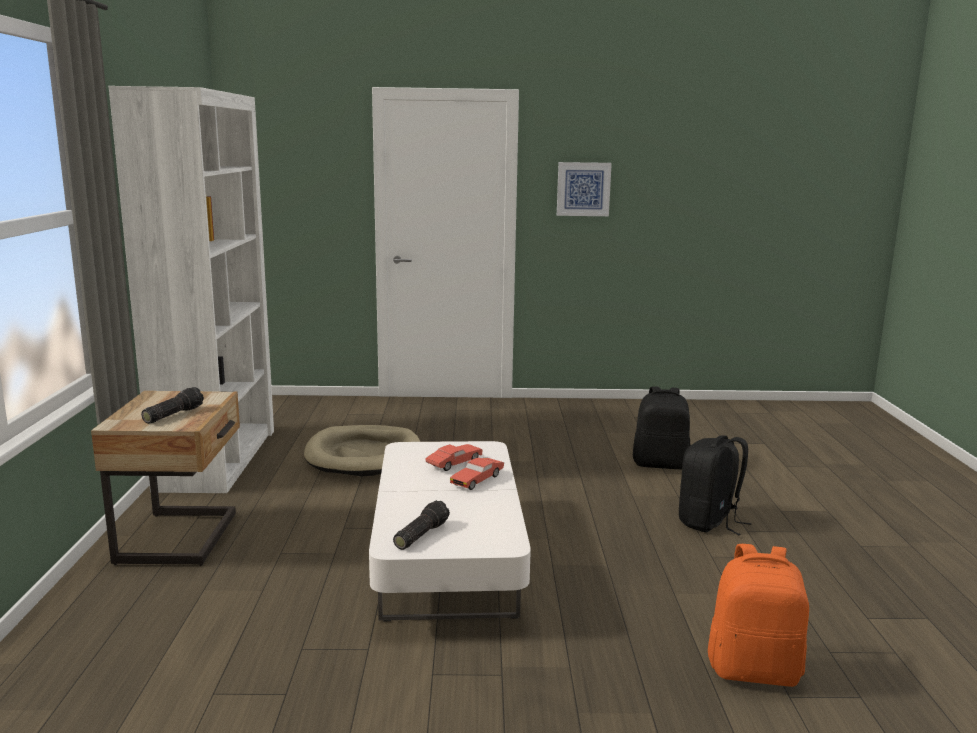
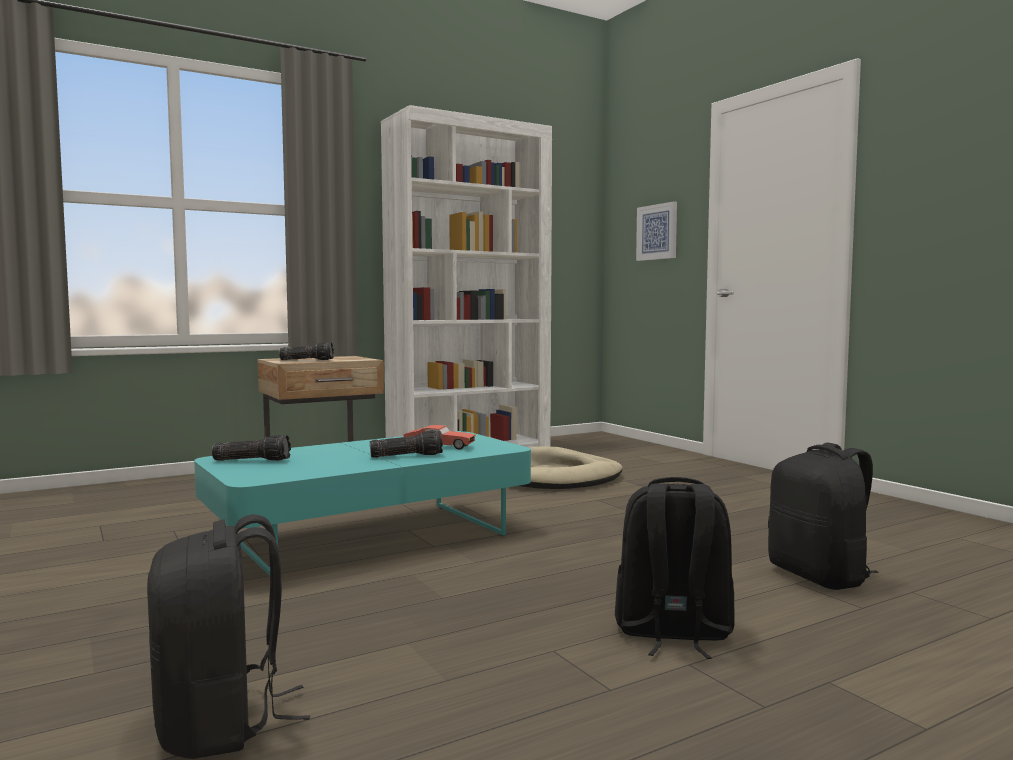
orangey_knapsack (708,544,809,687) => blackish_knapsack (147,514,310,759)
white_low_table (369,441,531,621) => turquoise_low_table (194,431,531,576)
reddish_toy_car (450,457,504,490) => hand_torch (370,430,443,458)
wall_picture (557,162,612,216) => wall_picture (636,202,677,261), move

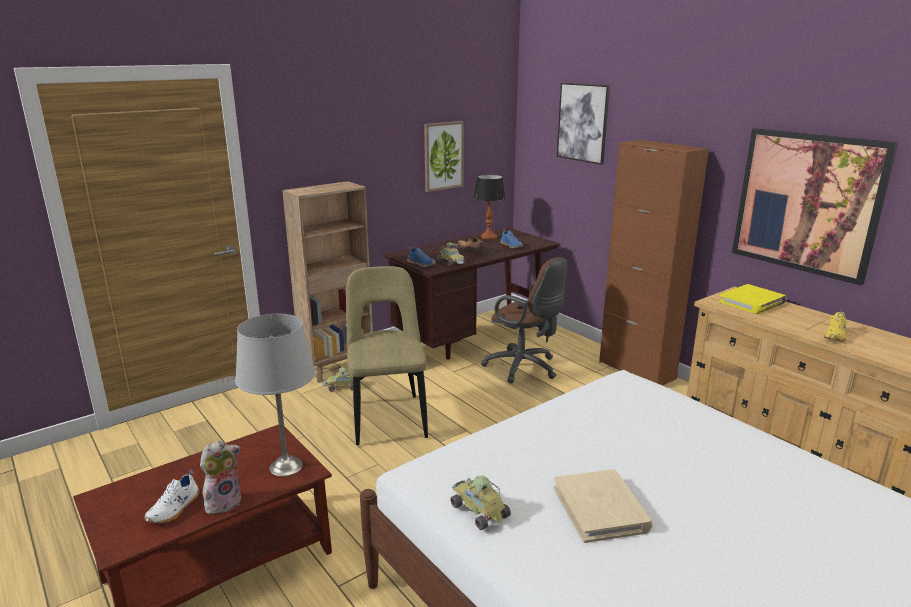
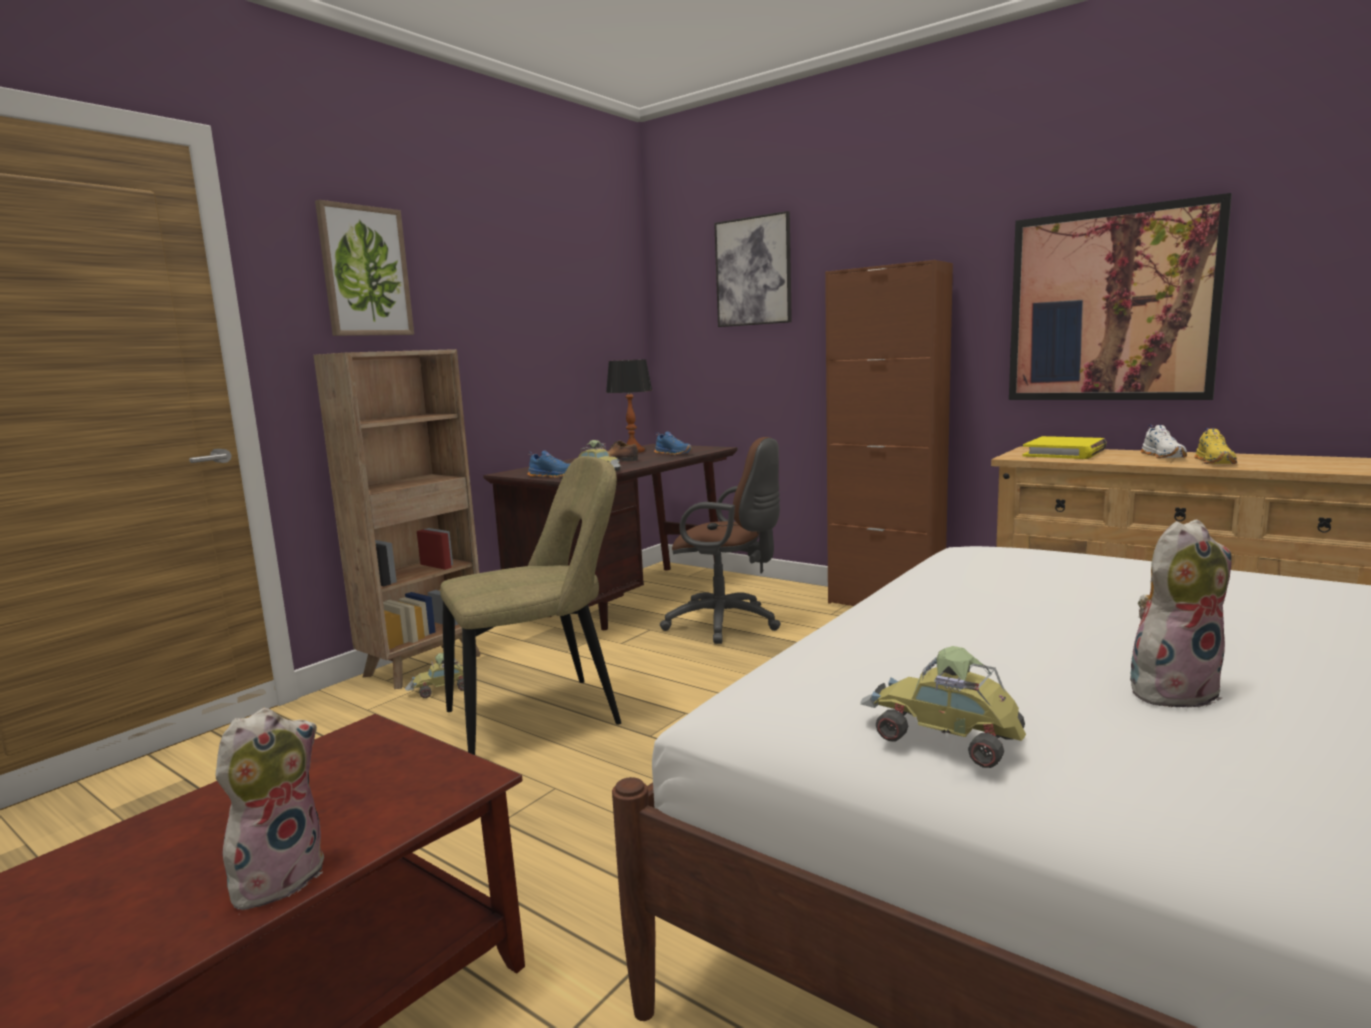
wall_picture (424,121,464,192) => wall_picture (315,200,414,336), move
beige_plain_chair (346,266,428,445) => beige_plain_chair (440,456,621,755), 90 degrees clockwise
beige_volume (554,469,653,543) => soft_toy (1130,519,1232,711)
white_item_of_footwear (145,470,199,523) => white_item_of_footwear (1141,425,1187,458), move
greyish_lamp_for_a_table (235,314,315,477) => nothing

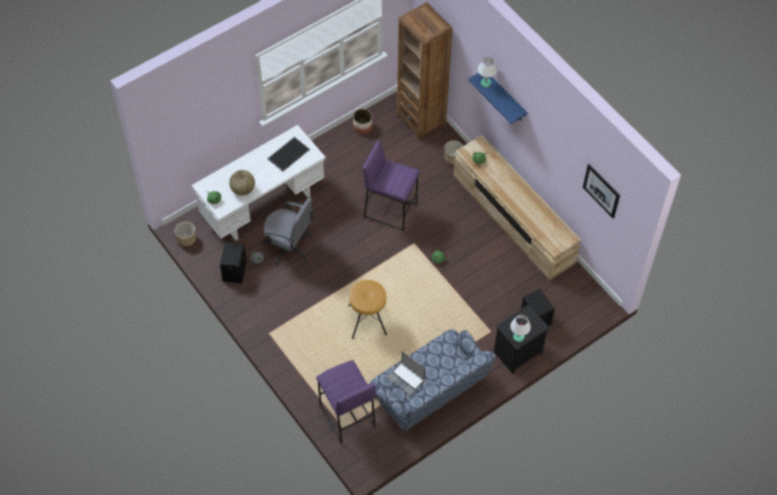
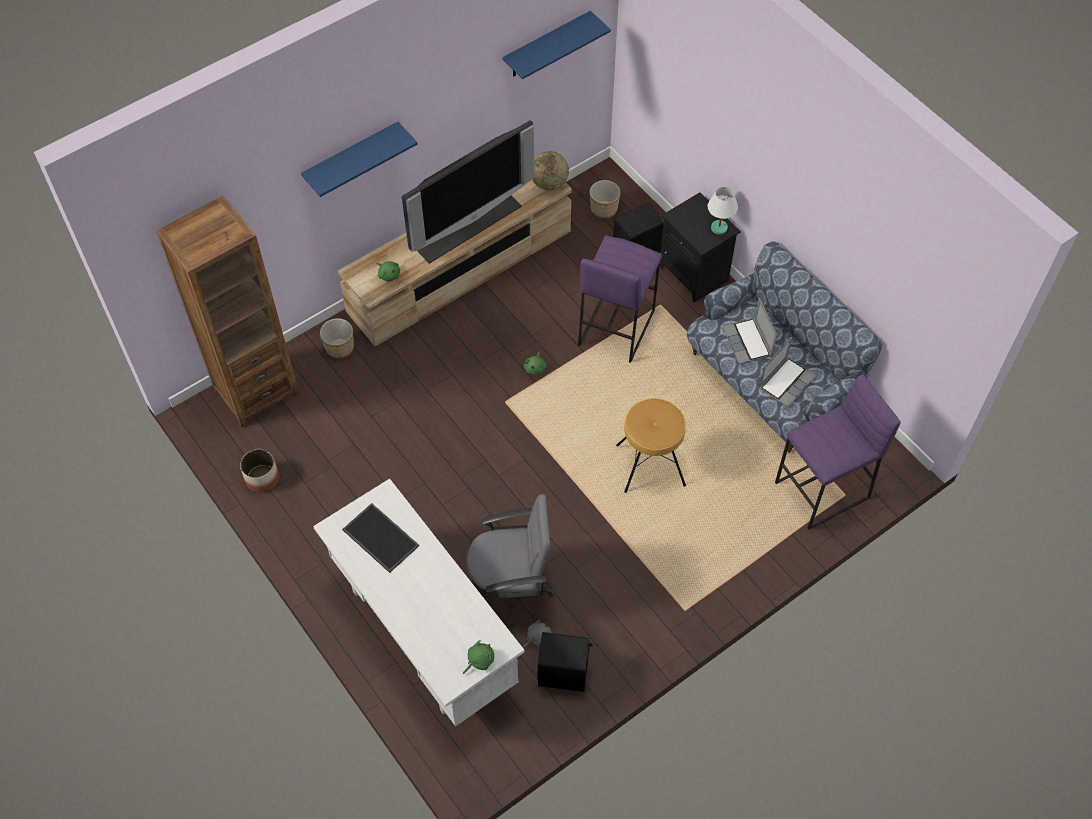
nothing => television (402,120,534,264)
greyish_computer_chair (262,198,314,266) => greyish_computer_chair (466,494,554,628), 60 degrees clockwise
wall_picture (583,164,620,218) => bluish_shelf (502,11,611,79)
globe (229,170,255,196) => globe (532,151,569,191), move
purple_stool_seat (363,141,420,231) => purple_stool_seat (578,235,662,363), move
plant_pot (175,222,196,247) => plant_pot (590,180,620,218), move
nothing => portable_computer (722,297,777,364)
white_lamp_for_a_table (478,57,497,88) => nothing

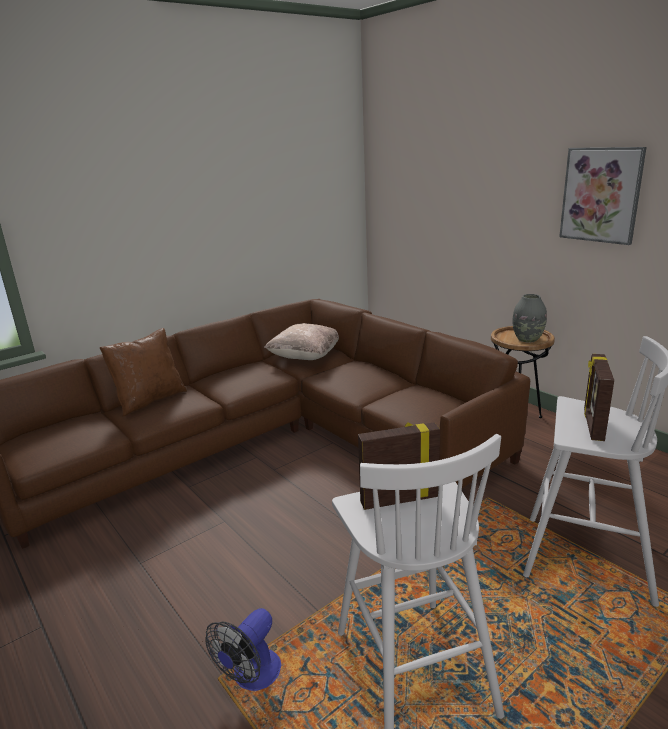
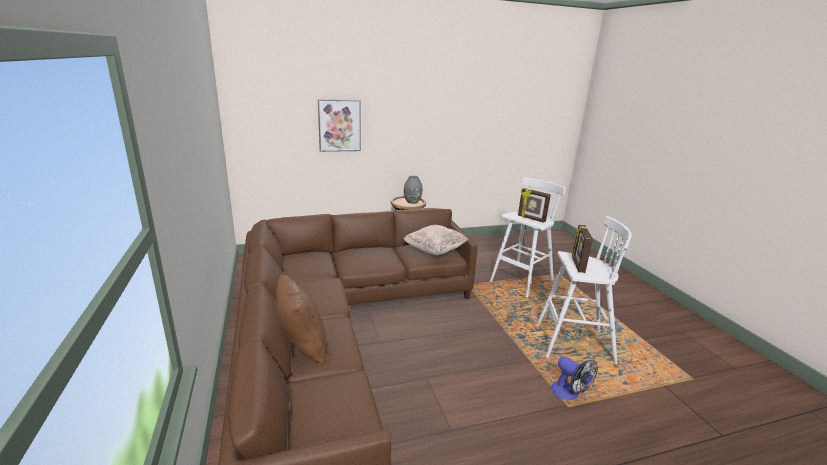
wall_picture (559,147,647,245) => wall_picture (318,99,361,152), move
beige_throw_pillow (264,323,339,360) => beige_throw_pillow (403,225,468,255), move

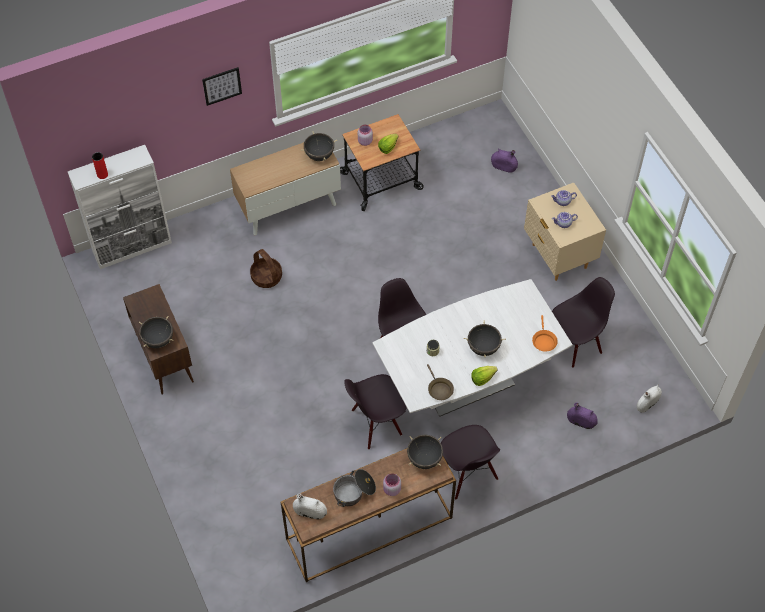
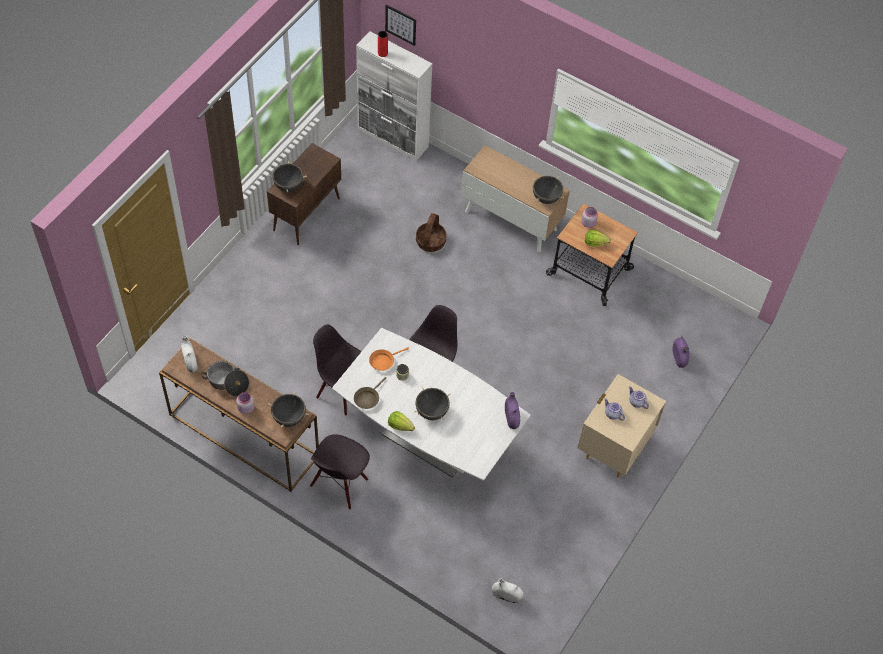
orangey_skillet (532,315,558,352) => orangey_skillet (369,347,409,371), move
wall_picture (202,67,242,106) => wall_picture (385,5,416,46), move
purple_flower_vase (567,403,598,429) => purple_flower_vase (505,392,520,429), move
blackish_plain_chair (552,277,615,368) => nothing

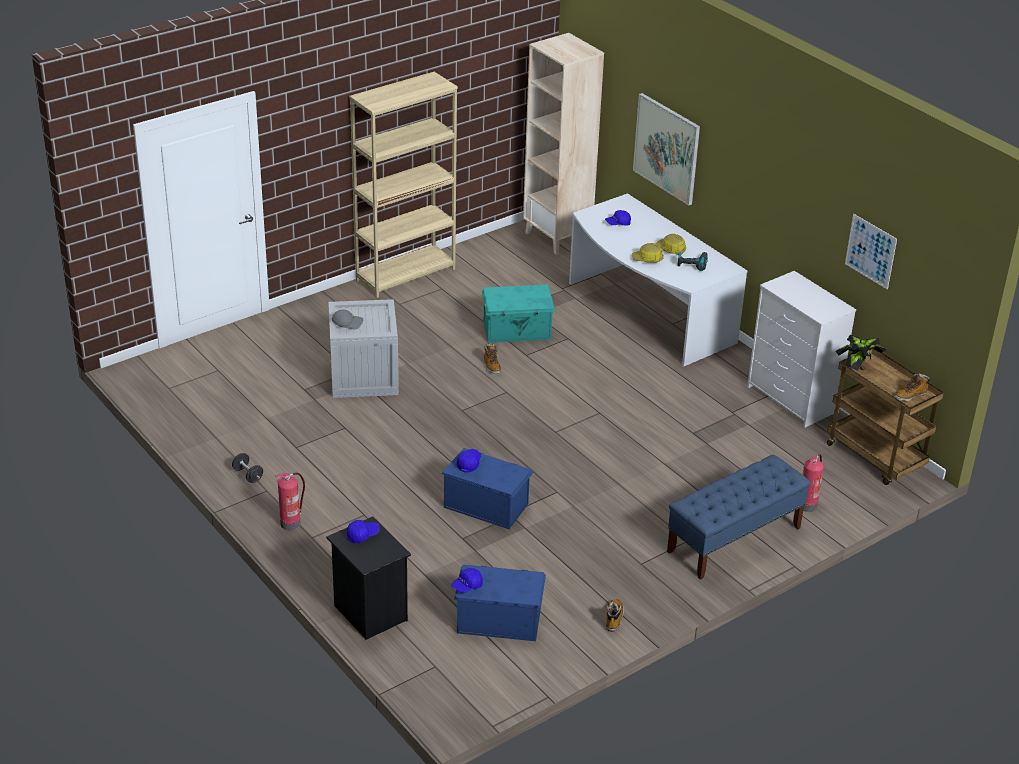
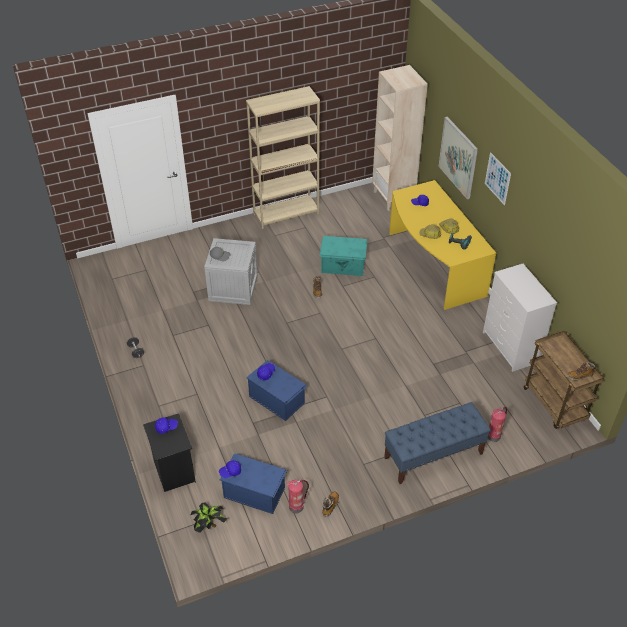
potted_plant (835,335,886,371) => potted_plant (191,502,227,533), move
extinguisher (275,473,305,530) => extinguisher (286,480,309,513), move
white_desk_unit (569,193,747,366) => yellow-coloured_desk_unit (389,180,496,310)
wall_picture (845,214,897,289) => wall_picture (485,152,511,205), move

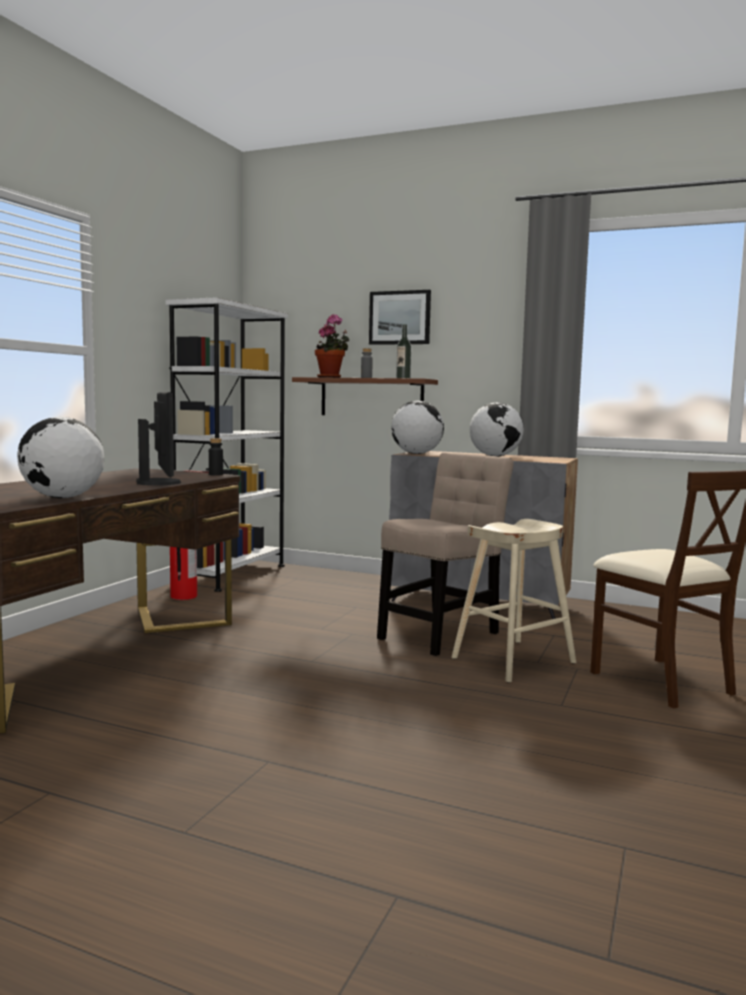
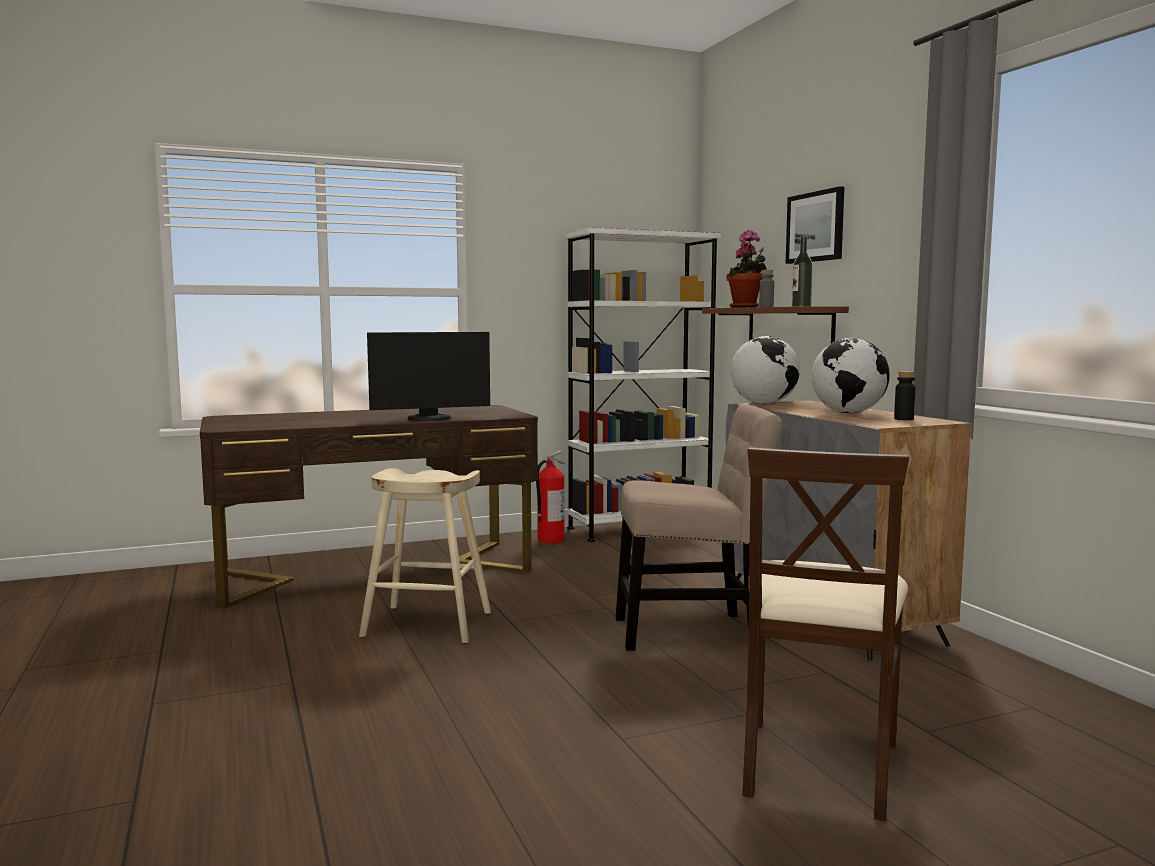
beige_stool_seat (451,519,576,683) => beige_stool_seat (359,468,491,644), move
computer_display (137,392,181,486) => computer_display (367,332,490,421), 45 degrees clockwise
blackish_drink_bottle (209,438,223,476) => blackish_drink_bottle (894,371,915,420), move
globe (17,417,104,498) => nothing

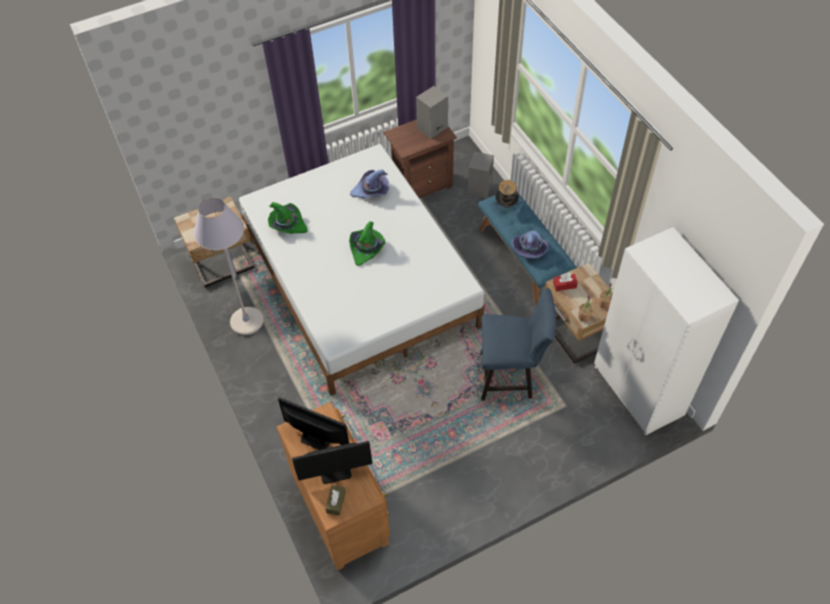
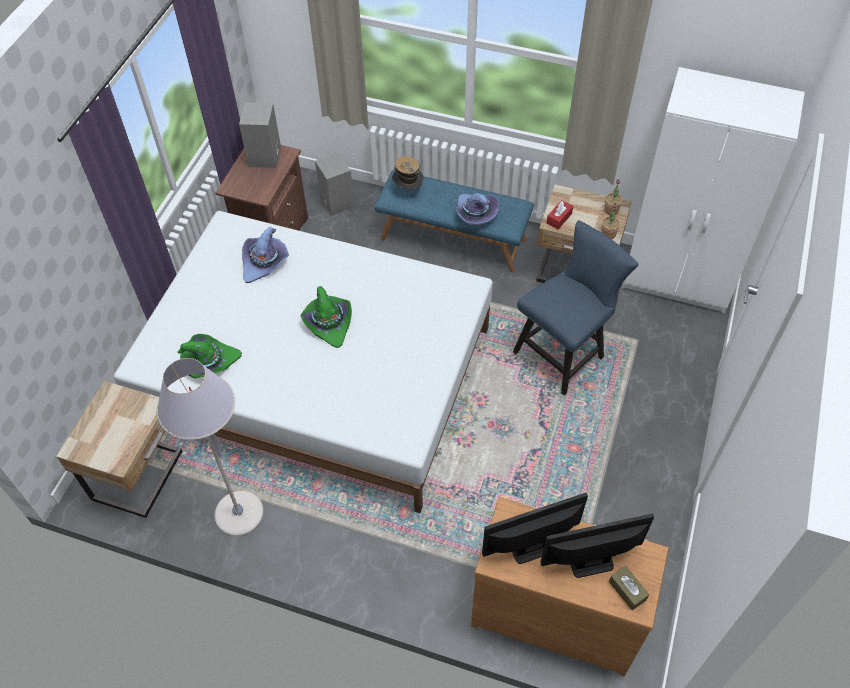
computer_display (292,441,372,484) => computer_display (540,514,654,578), 135 degrees counterclockwise

